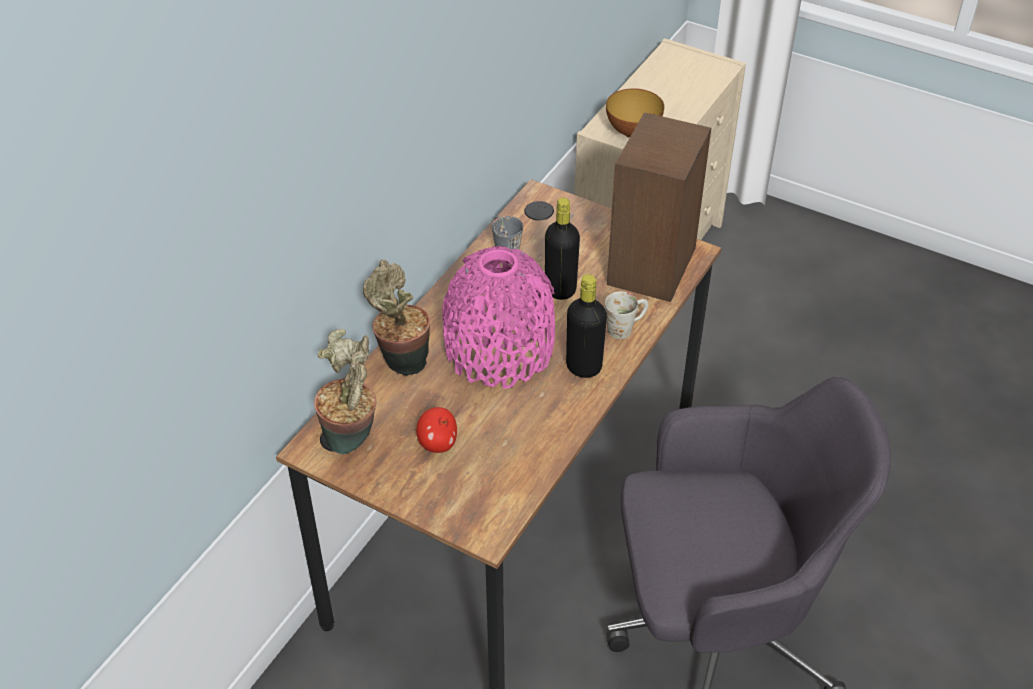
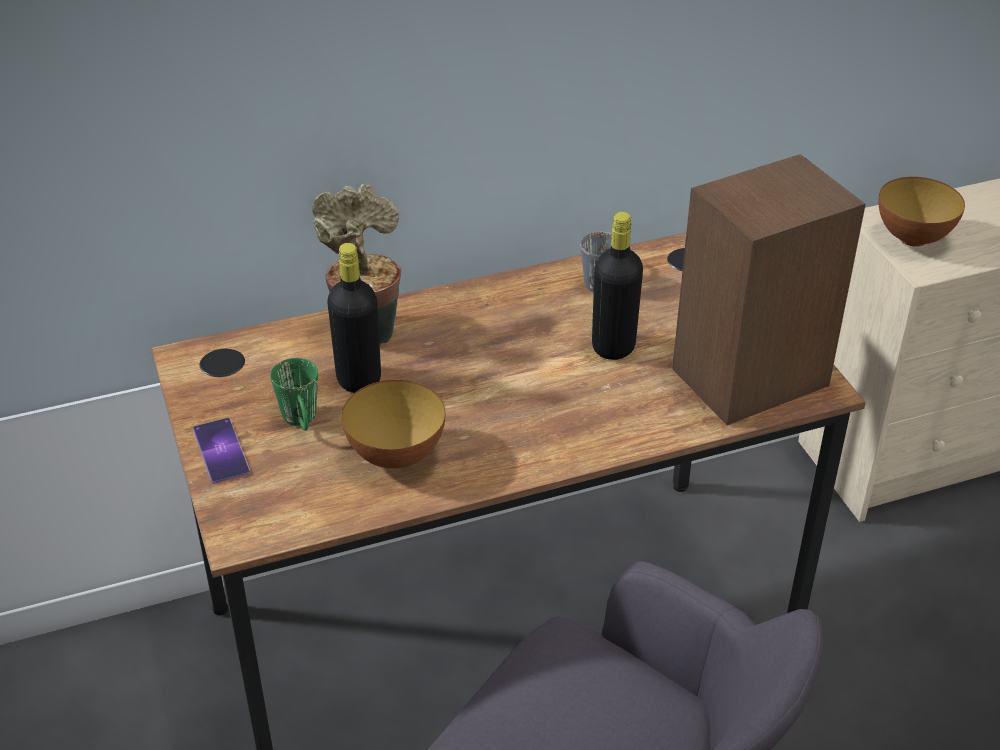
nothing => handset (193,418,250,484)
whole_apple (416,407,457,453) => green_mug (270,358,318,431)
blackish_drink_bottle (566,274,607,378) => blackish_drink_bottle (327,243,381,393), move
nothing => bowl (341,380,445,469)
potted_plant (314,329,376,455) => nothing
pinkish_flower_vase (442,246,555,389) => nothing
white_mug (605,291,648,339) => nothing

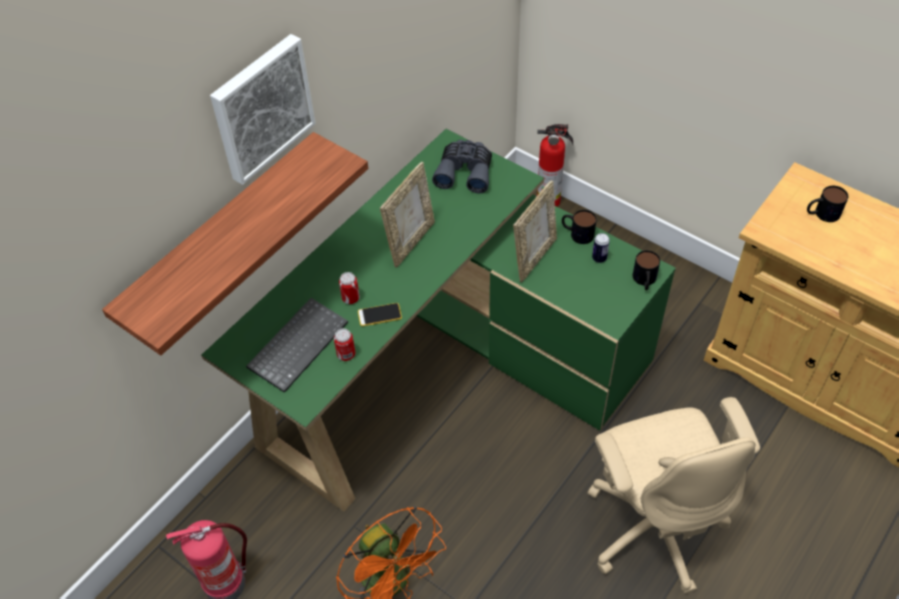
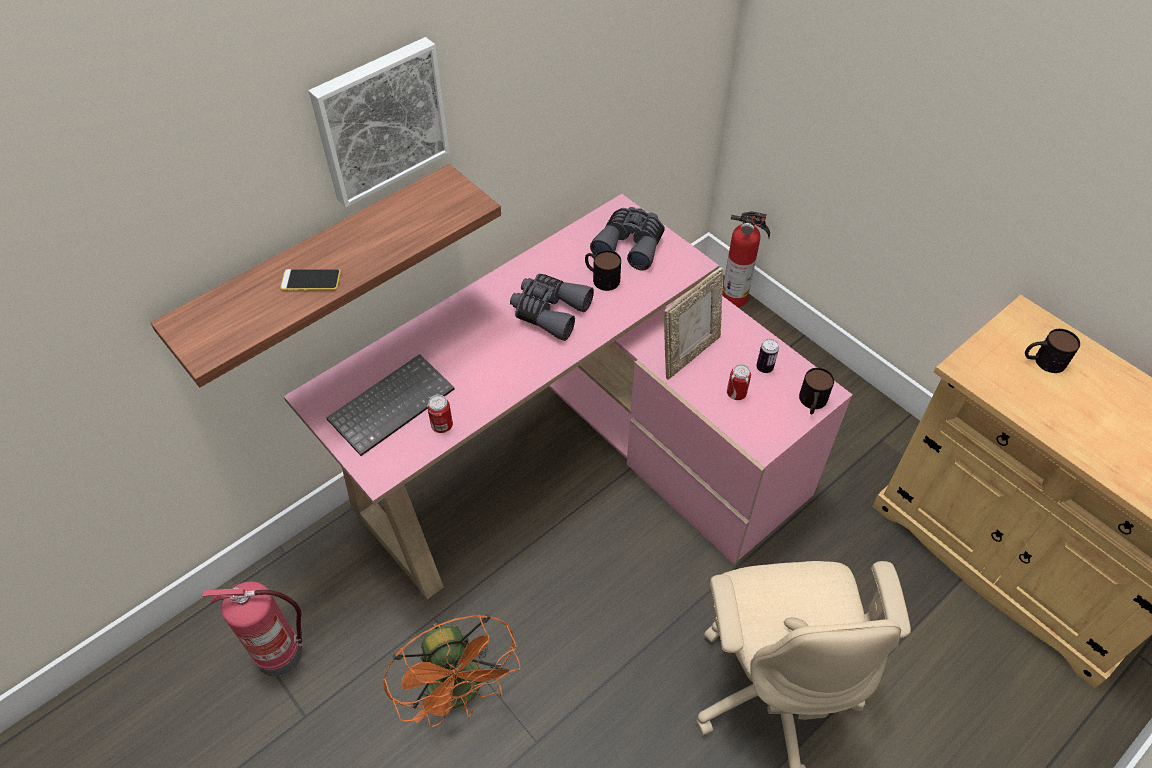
handset (358,303,402,326) => handset (280,269,341,291), move
green_desk_unit (201,129,676,512) => pinkish_desk_unit (284,194,853,599)
photo_frame (380,162,435,268) => greyish_binoculars (510,274,594,341)
mug (562,210,597,244) => mug (585,250,621,291), move
sealed_can (339,272,360,304) => sealed_can (727,364,751,400), move

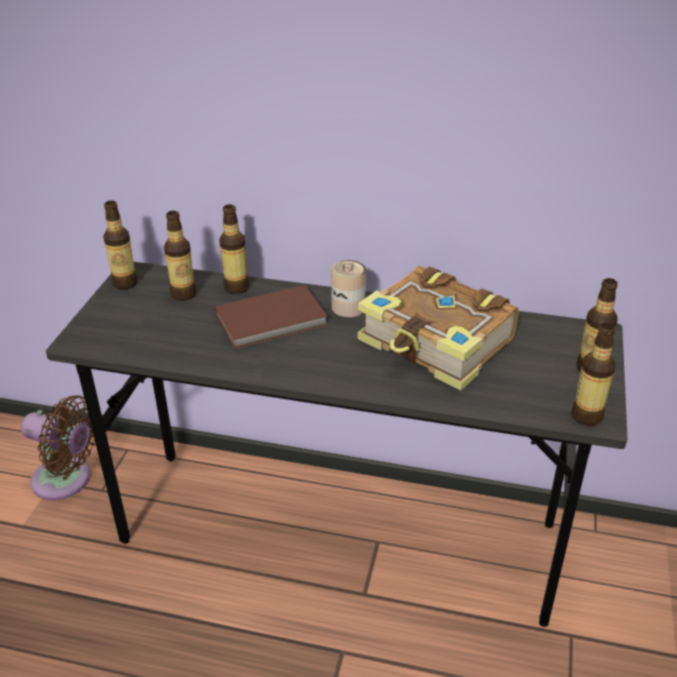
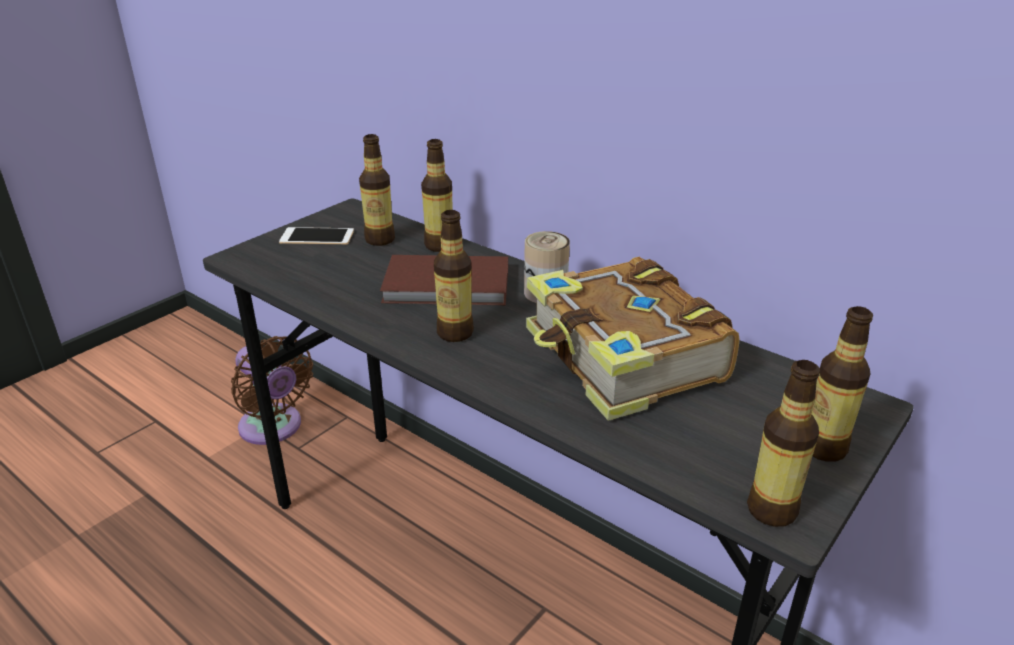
nothing => handset (279,227,354,245)
drink_bottle (103,201,138,290) => drink_bottle (434,210,474,342), move

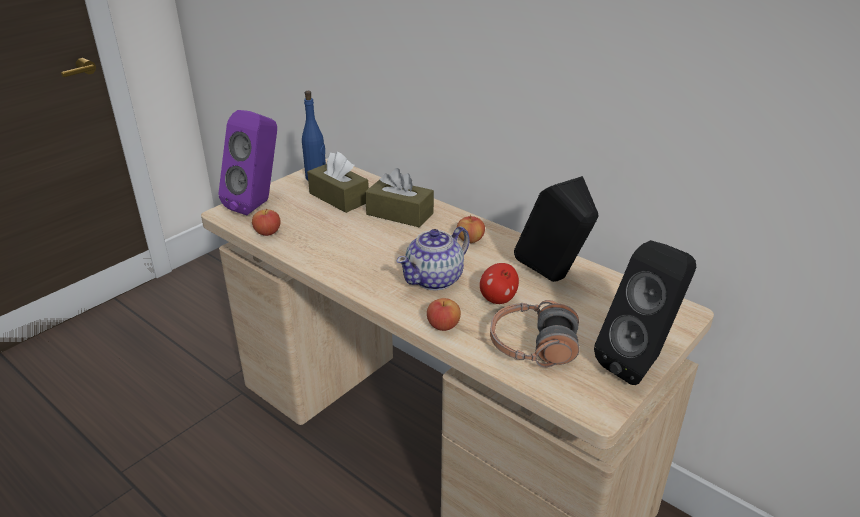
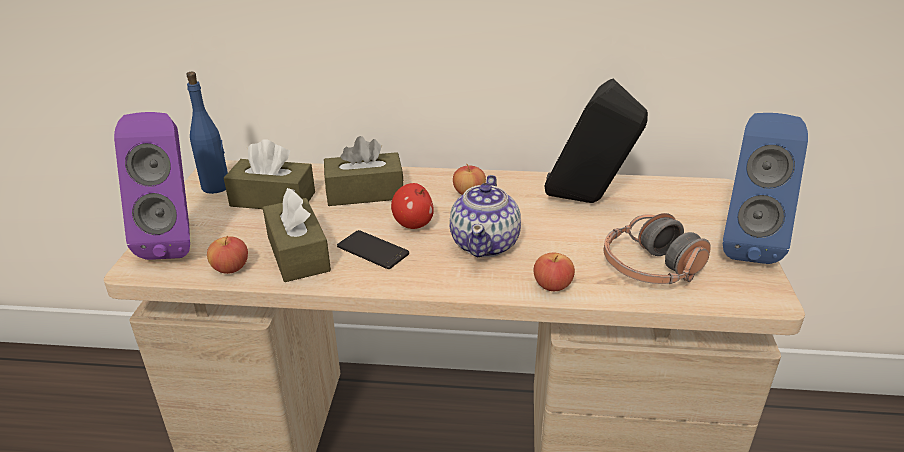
nothing => brown-coloured_tissue_box (263,188,331,282)
nothing => handset (337,230,409,269)
whole_apple (480,263,519,304) => whole_apple (391,183,434,229), move
blackish_audio_speaker (594,240,696,385) => bluish_audio_speaker (723,113,808,264)

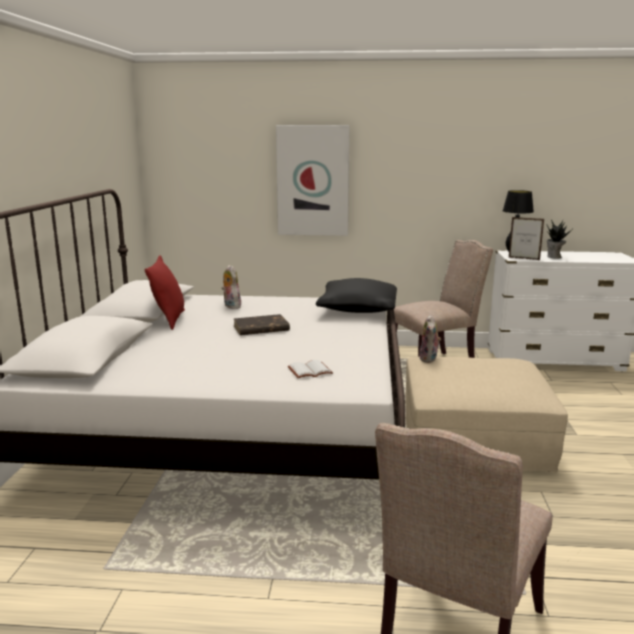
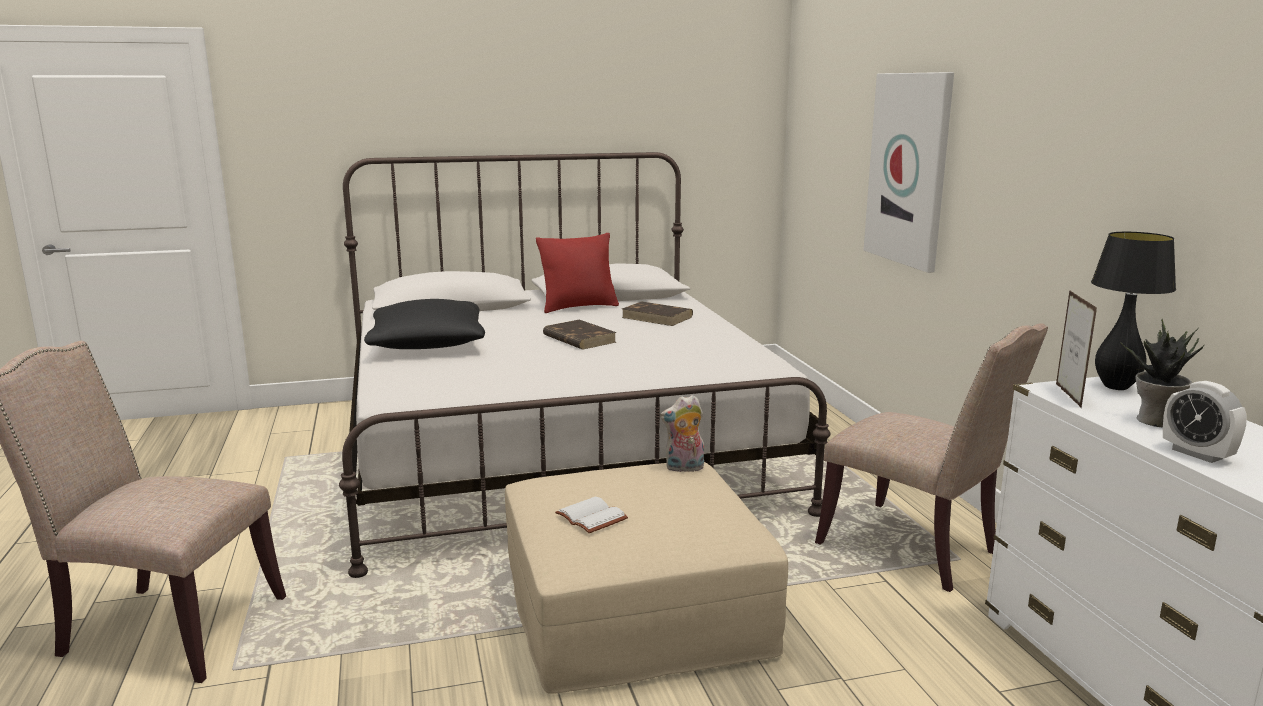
blackish_throw_pillow (316,278,397,313) => blackish_throw_pillow (364,299,485,349), move
white_volume (288,360,333,378) => white_volume (555,497,628,533), move
soft_toy (221,265,241,309) => brown-coloured_volume (622,302,693,326)
nothing => bedside_clock (1163,381,1247,463)

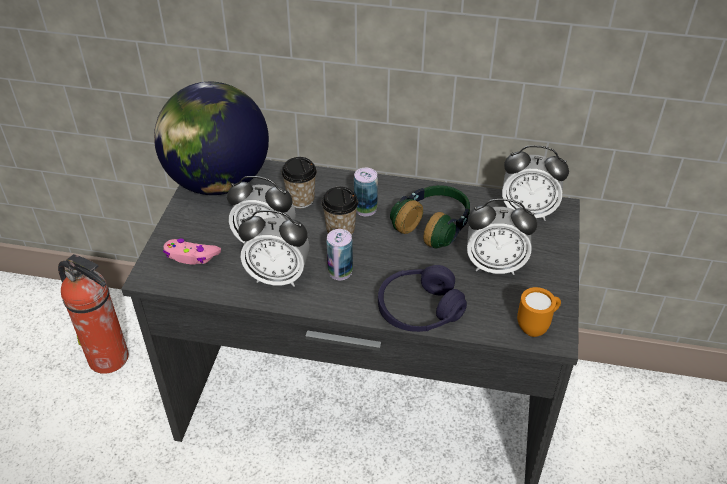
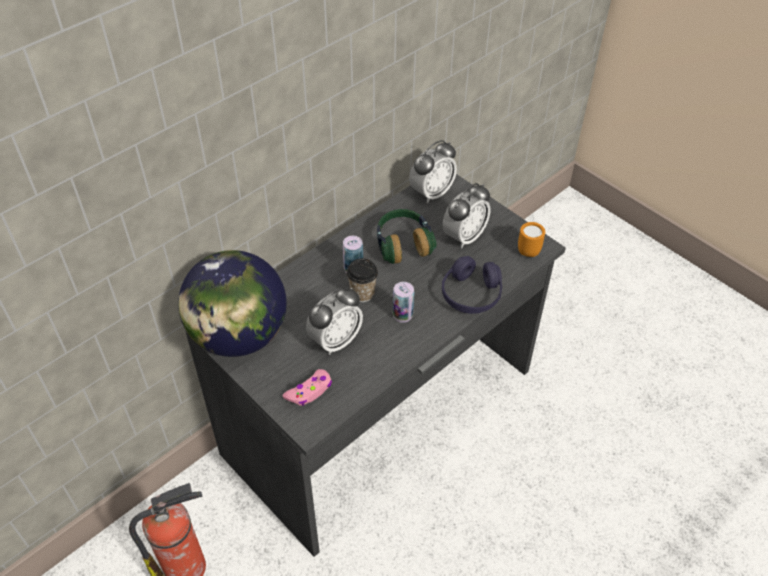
bedside_clock (238,210,309,287) => nothing
cup (281,157,317,208) => nothing

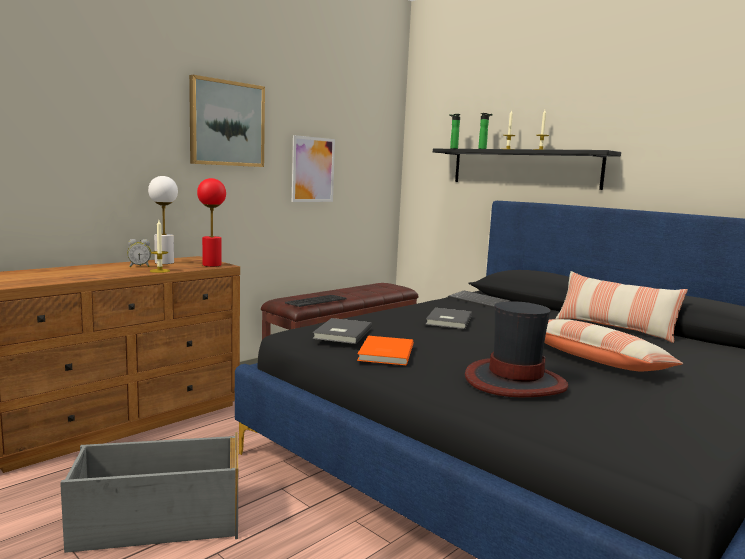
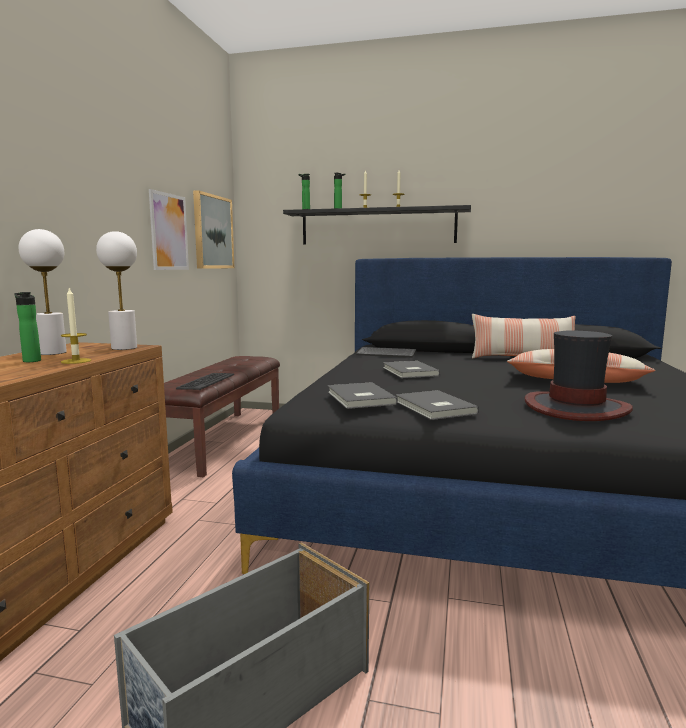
bedside_clock (127,239,151,267) => drink_bottle (14,292,41,362)
reddish_lamp_for_a_table (197,178,226,267) => white_lamp_for_a_table (96,231,137,350)
wall_picture (189,75,265,167) => wall_picture (193,190,234,268), move
orangey_volume (357,336,414,365) => greyish_volume (396,390,479,420)

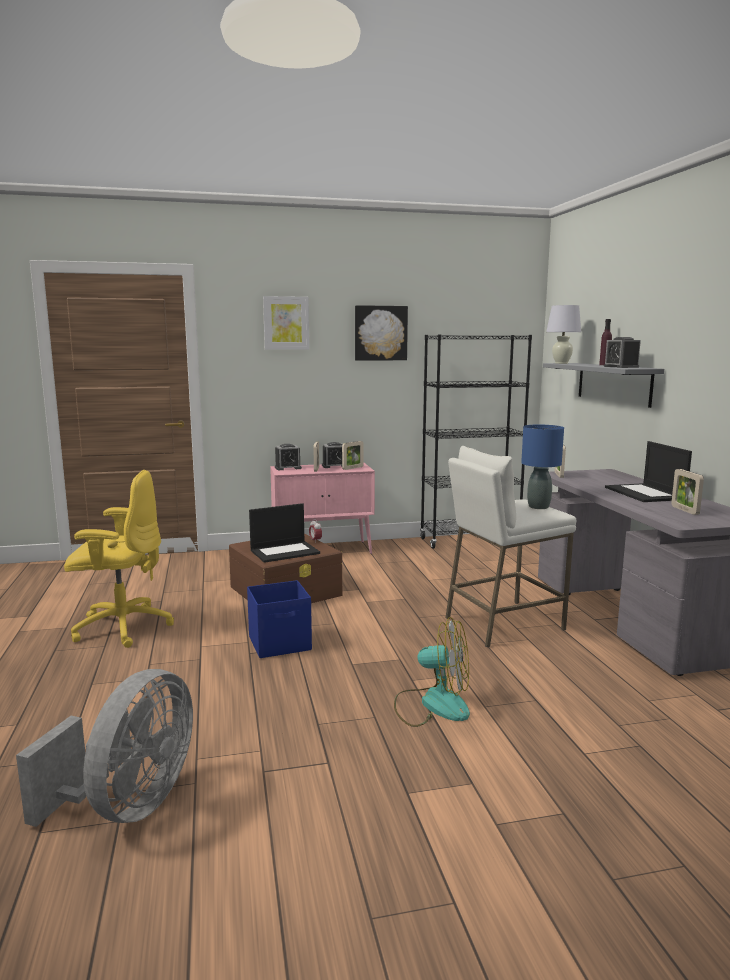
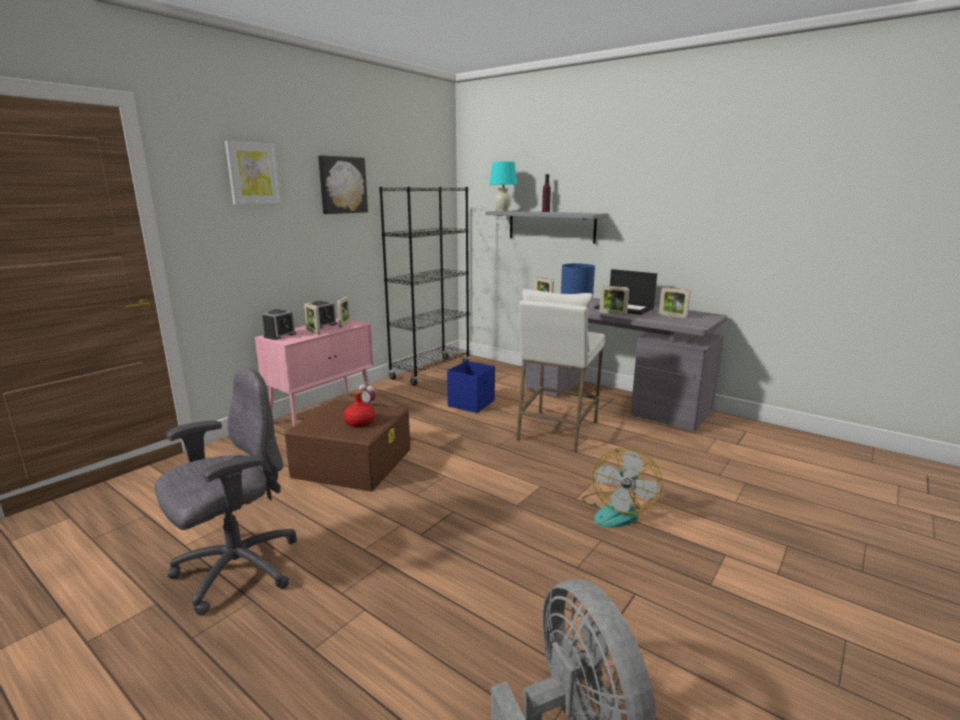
yellow-coloured_computer_chair (64,470,174,648) => greyish_computer_chair (154,368,297,616)
portable_computer (249,503,320,563) => reddish_drink_bottle (343,390,375,427)
bluish_storage_container (247,580,312,658) => bluish_storage_container (447,361,495,413), move
white_lamp_for_a_table (546,305,581,364) => turquoise_lamp_for_a_table (489,162,517,212)
electric_fan (394,617,470,727) => electric_fan (582,448,663,528), 135 degrees clockwise
nothing => photo_frame (599,285,629,315)
bedside_clock (604,337,641,368) => nothing

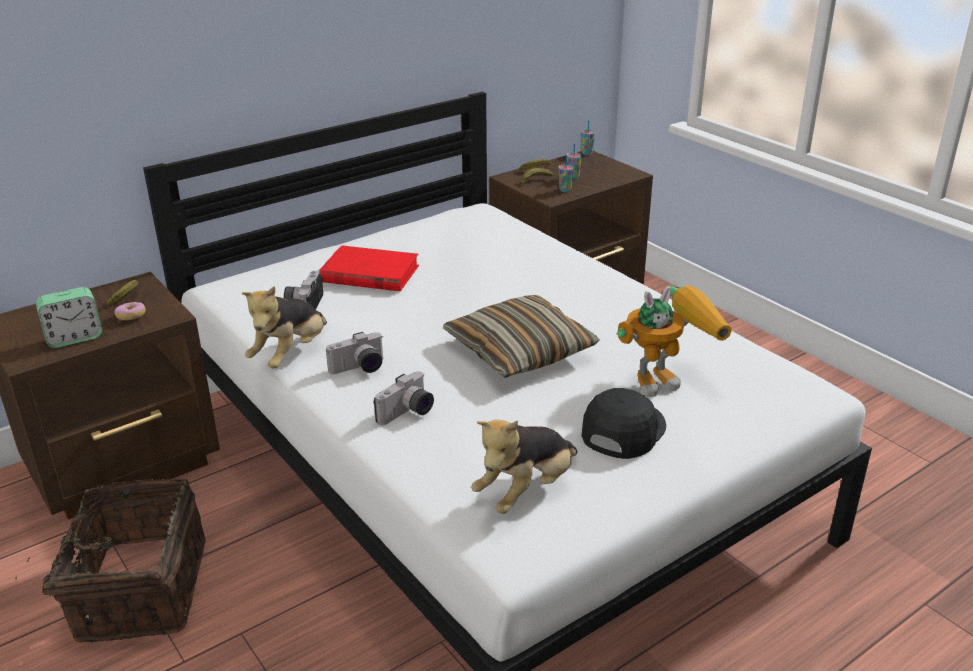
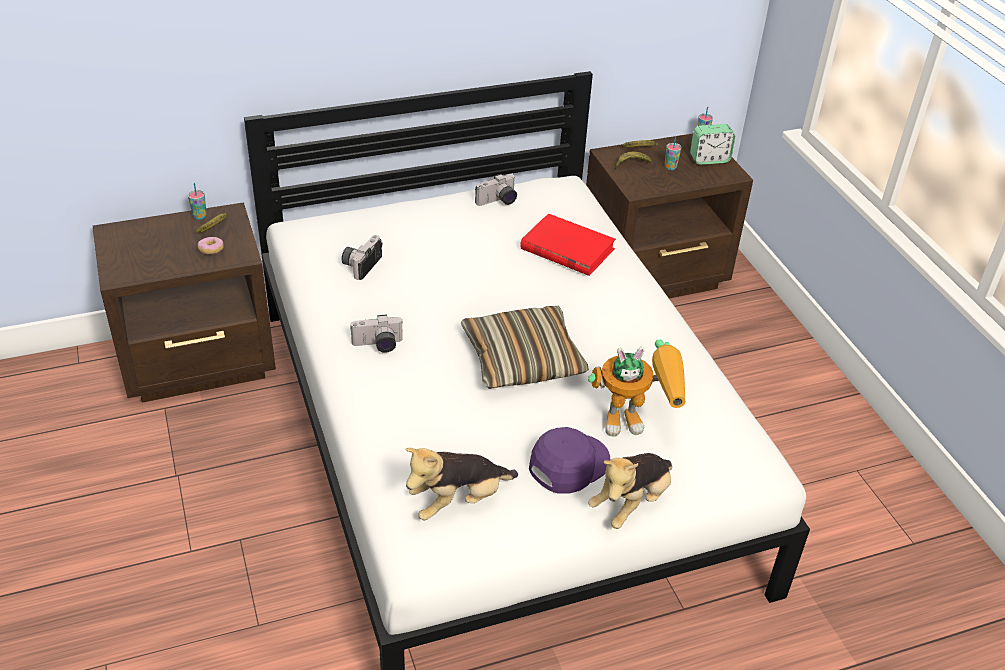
cup (558,155,574,192) => cup (188,183,206,220), move
photo_camera (373,371,434,425) => photo_camera (475,174,517,206), move
reddish_volume (319,245,419,292) => reddish_volume (520,214,616,276), move
blackish_peaked_cap (581,388,666,459) => purple_peaked_cap (529,427,610,494)
soft_toy (242,286,327,368) => soft_toy (588,453,672,529), move
bedside_clock (36,287,102,348) => bedside_clock (690,124,735,165), move
basket (15,478,206,643) => nothing

